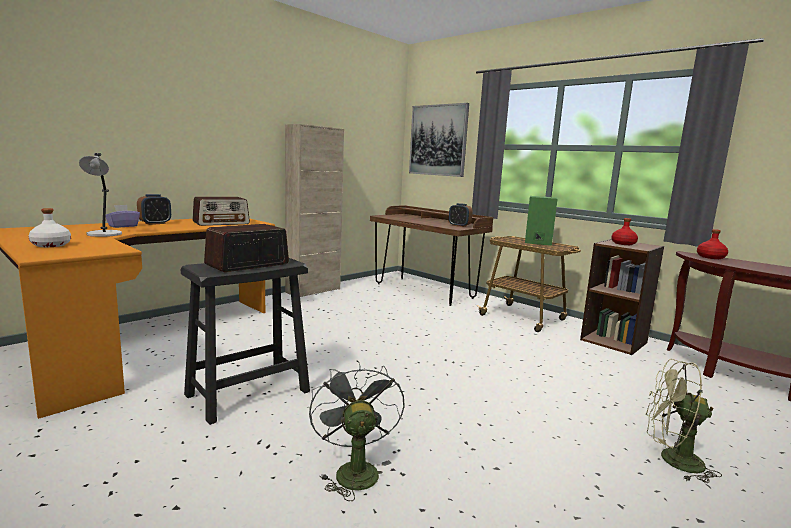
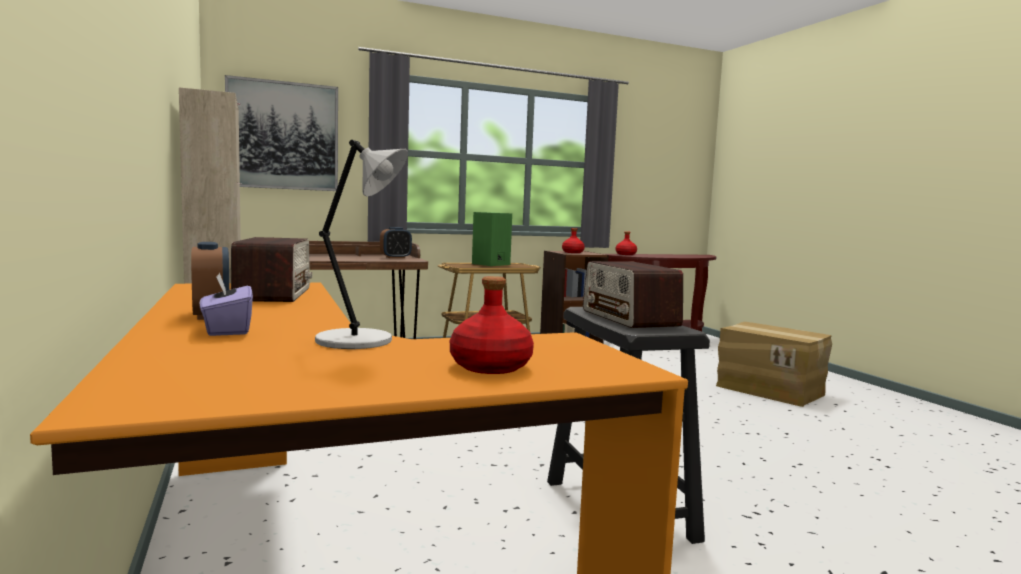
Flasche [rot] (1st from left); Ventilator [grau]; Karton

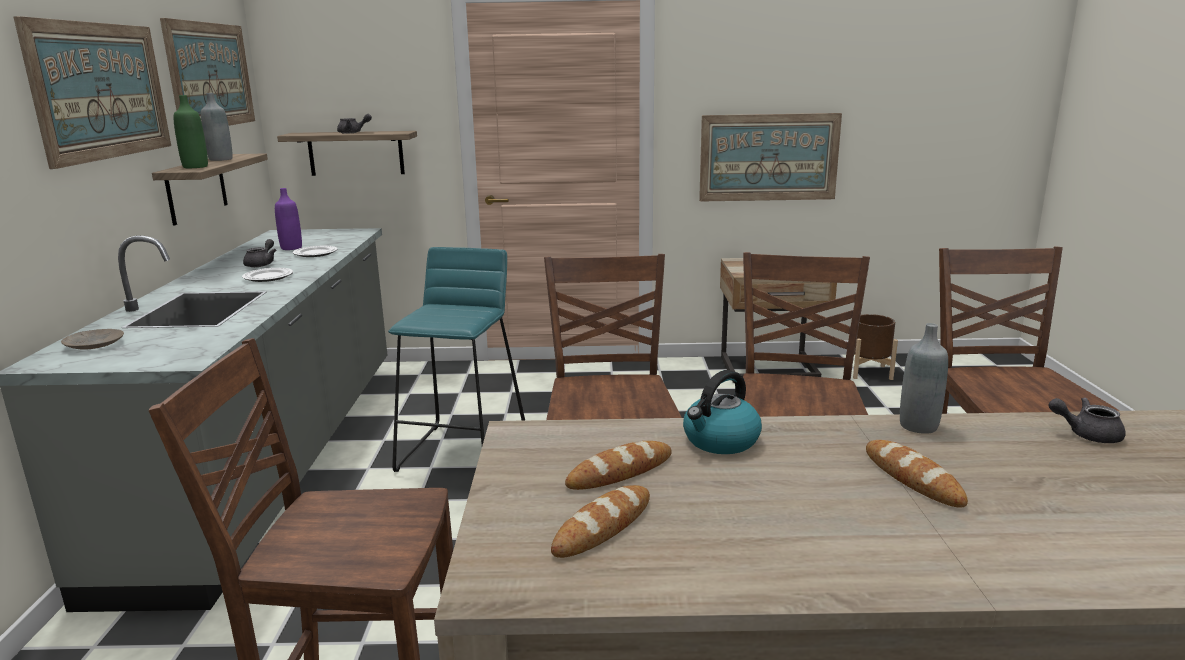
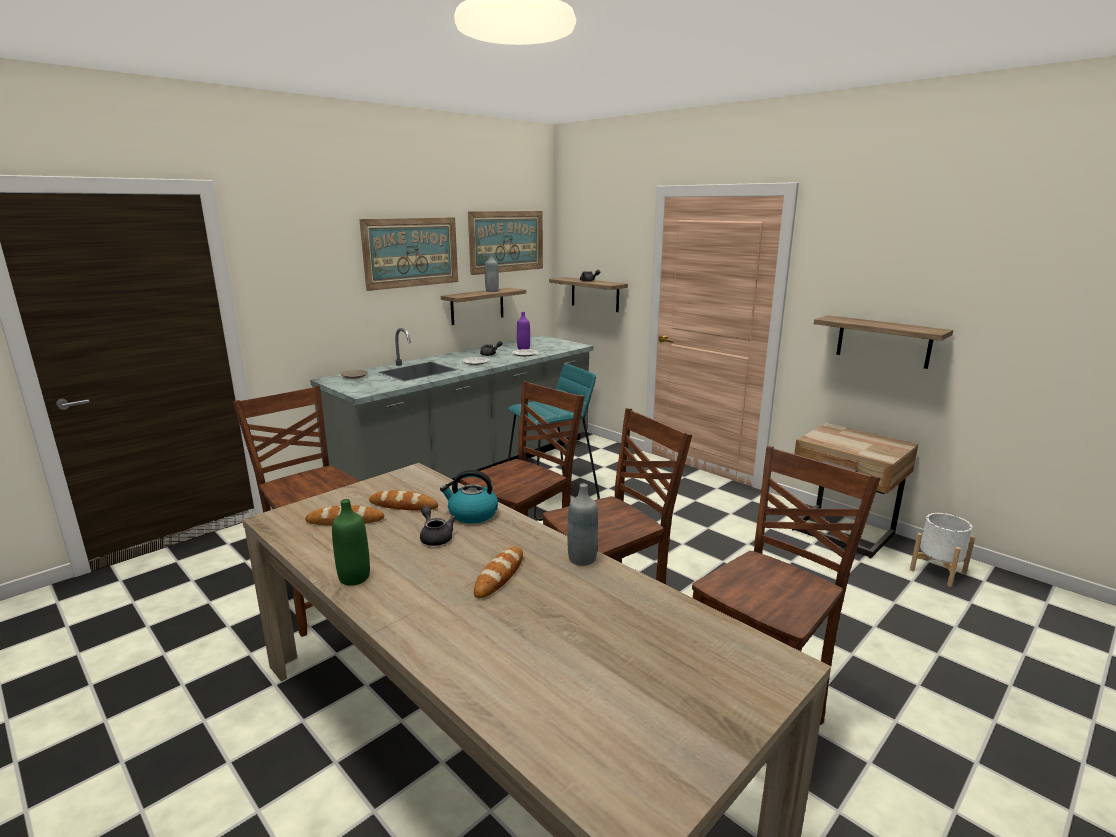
Flasche [grün]; Wandregal (3rd from left); Pflanzkübel [weiß]; Teekanne [grau] (1st from left)

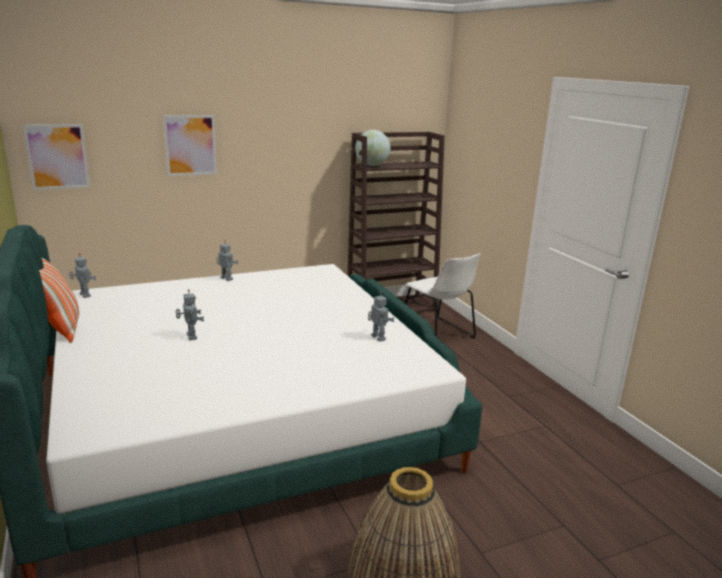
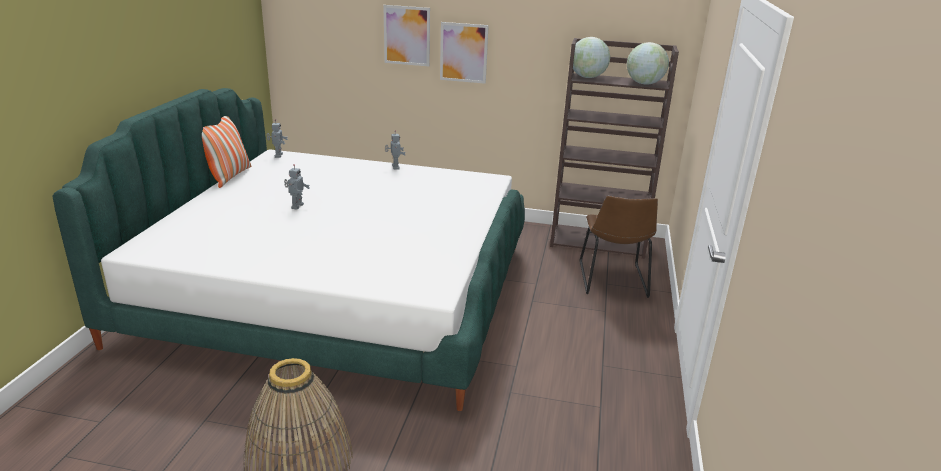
Bild (2nd from left); Spielzeugroboter (4th from left in the first image); Stuhl [braun]; Globus (2nd from left)

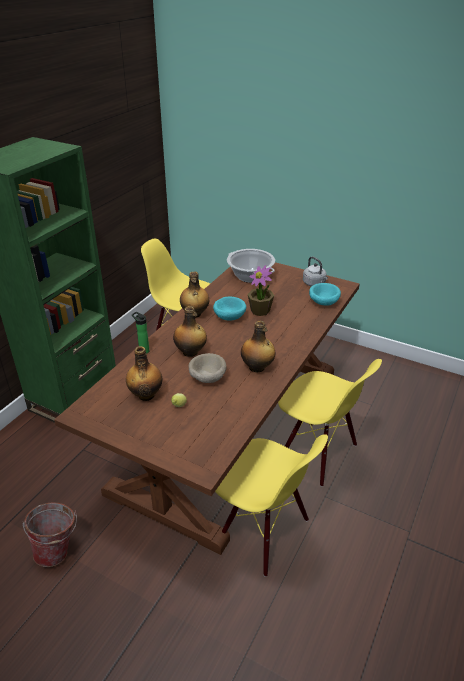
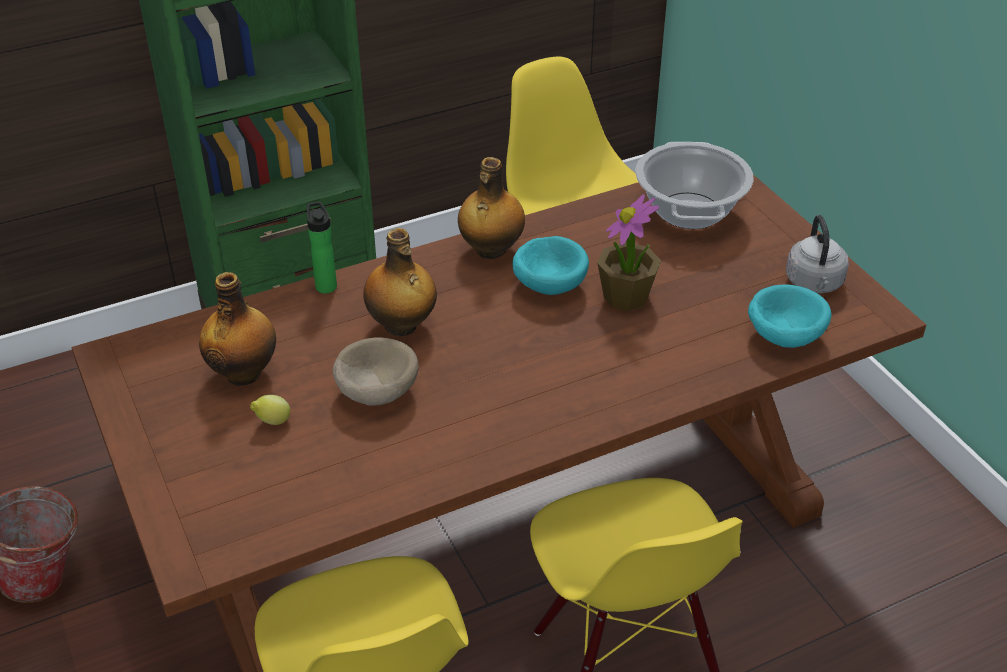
Flasche (5th from left in the first image)

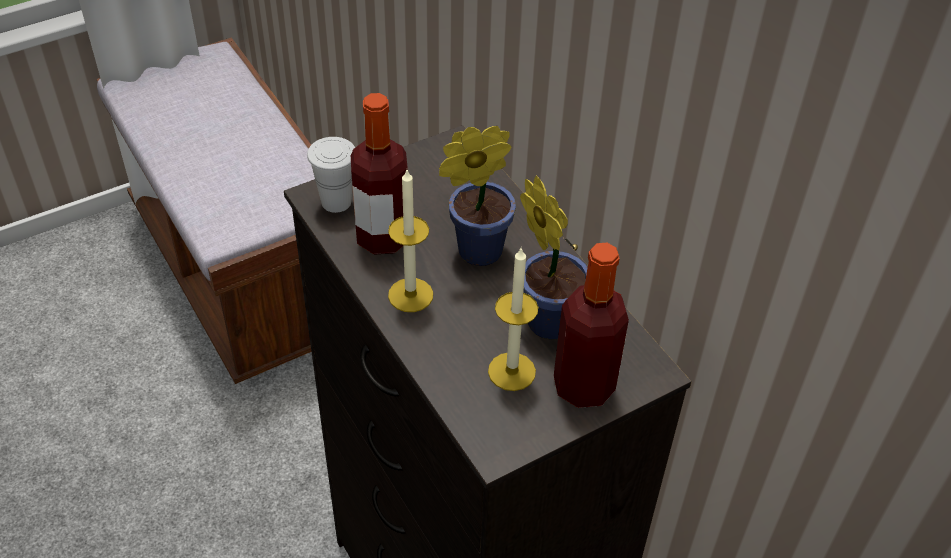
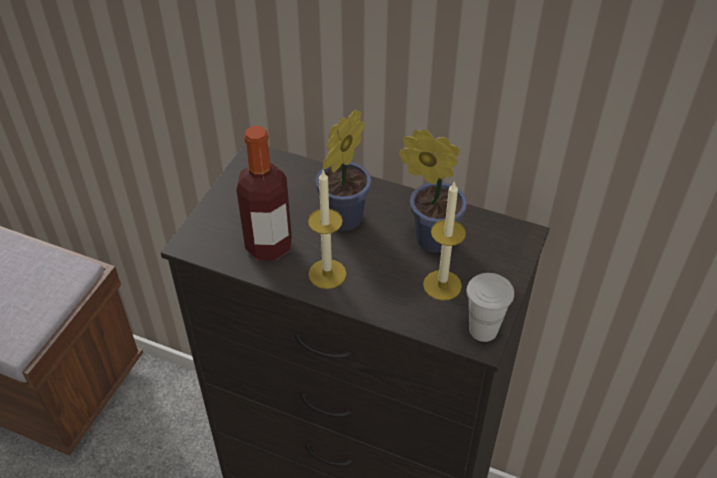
Tasse [weiß]; Flasche (2nd from left in the first image)

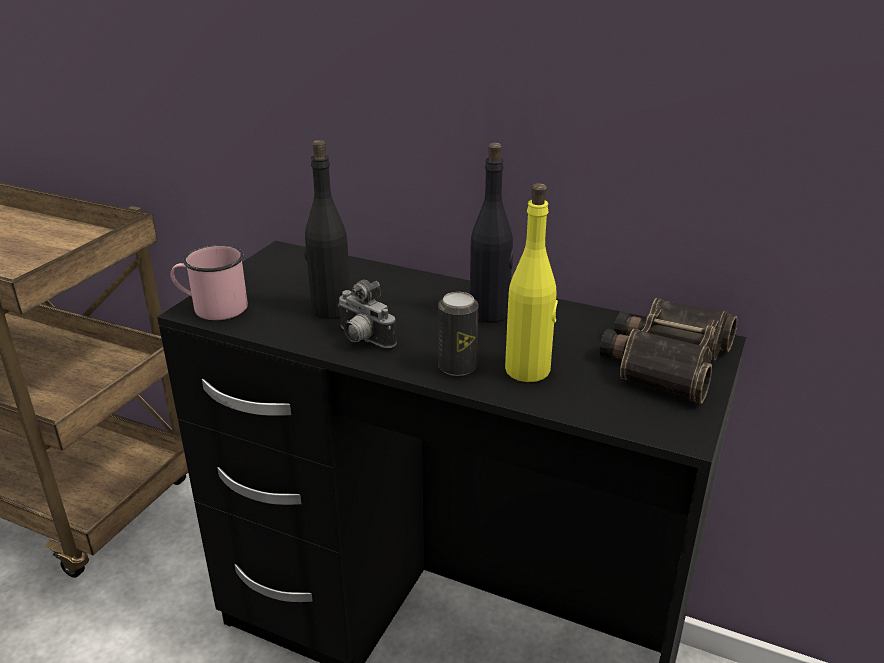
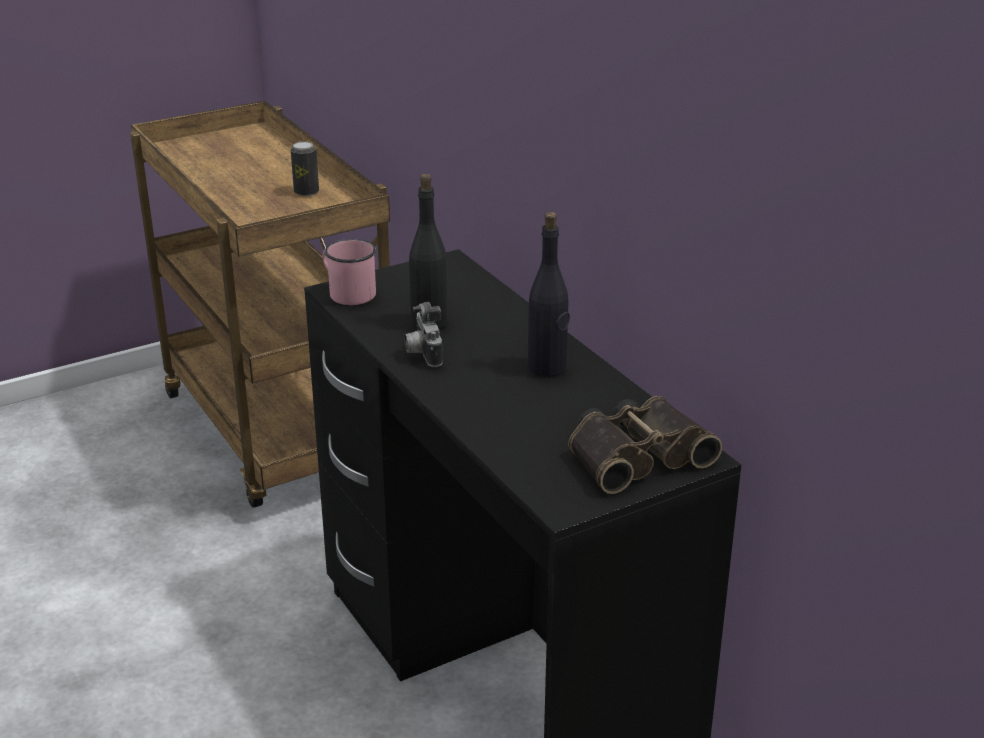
Dose; Flasche [gelb]

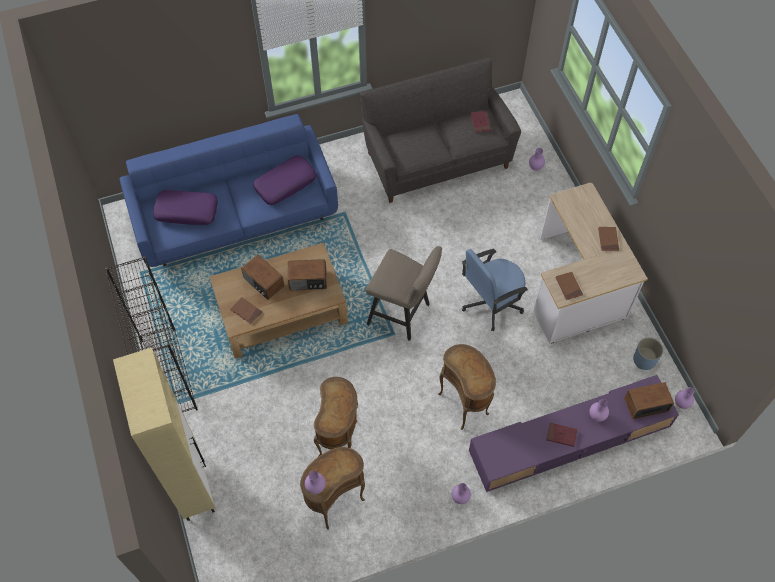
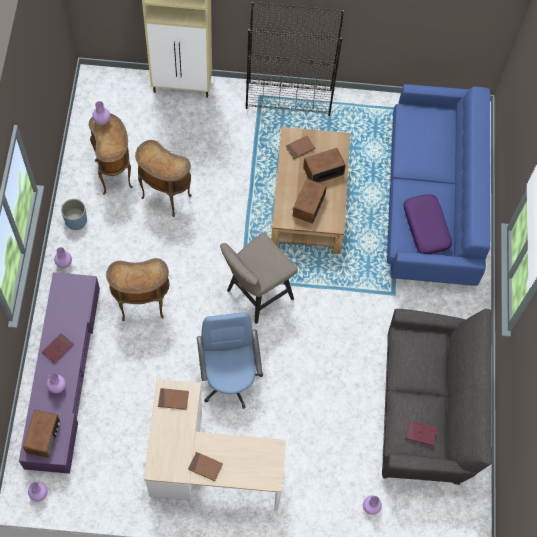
Kissen [lila] (1st from left in the first image); Pflanzkübel [blau]

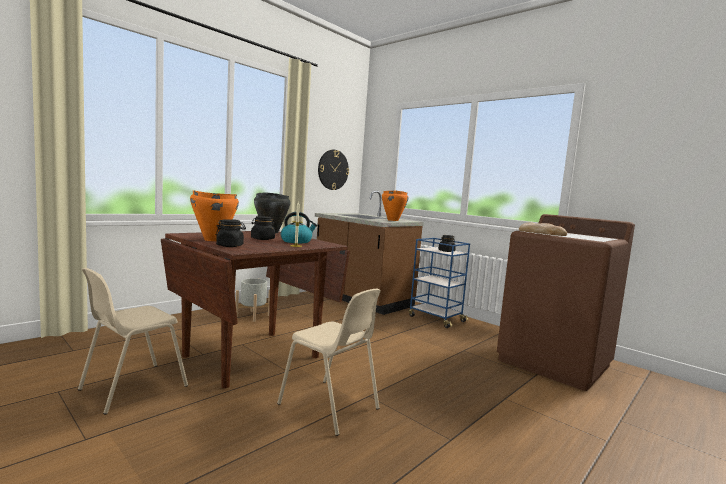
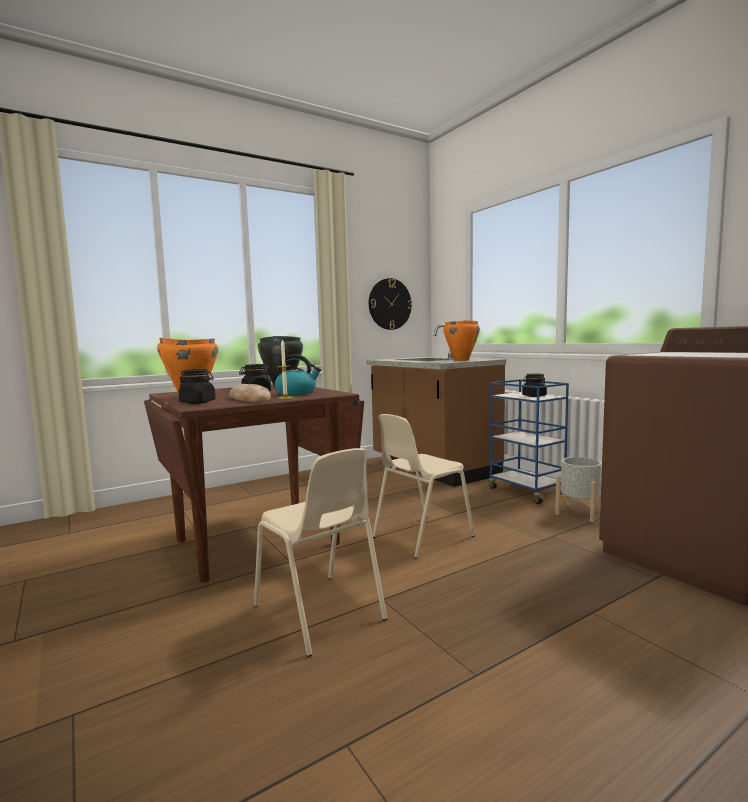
Stuhl [beige] (2nd from left); Pflanzkübel [grau]; Brot

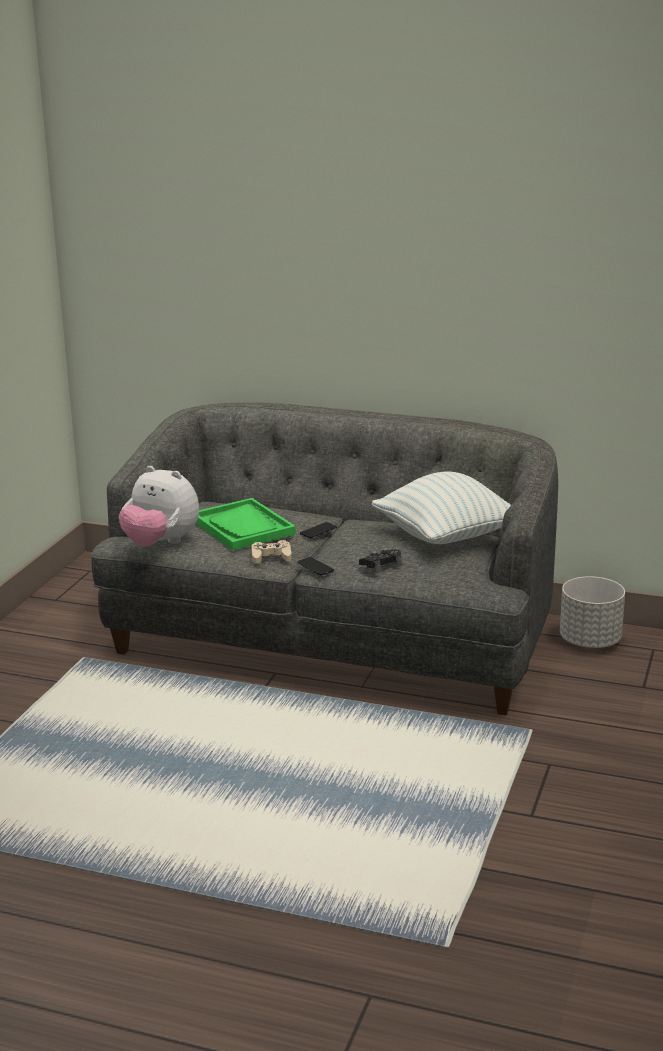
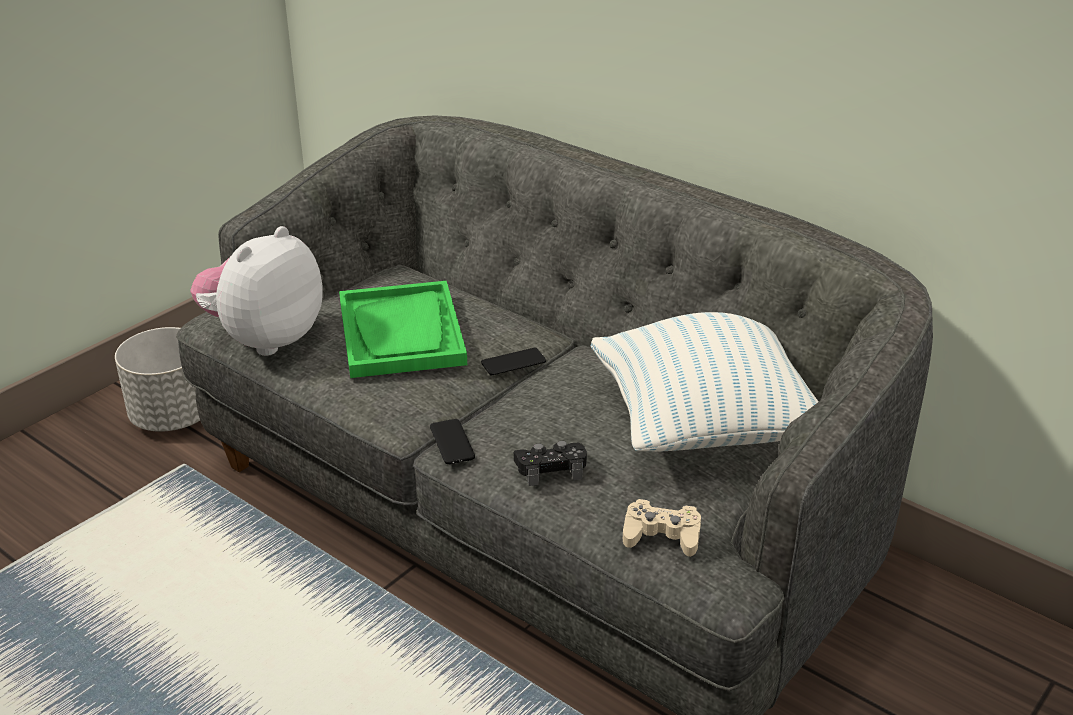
Plüschtier; Gamepad [beige]; Pflanzkübel [grau]

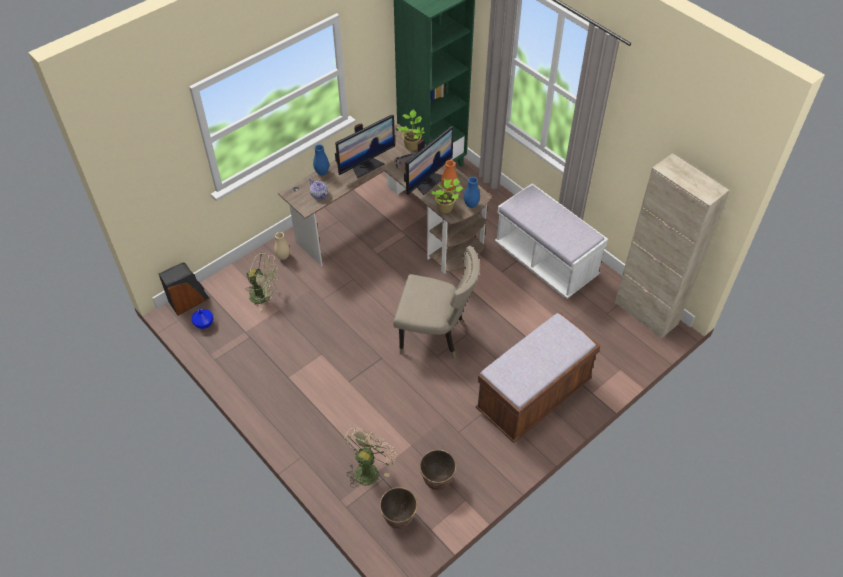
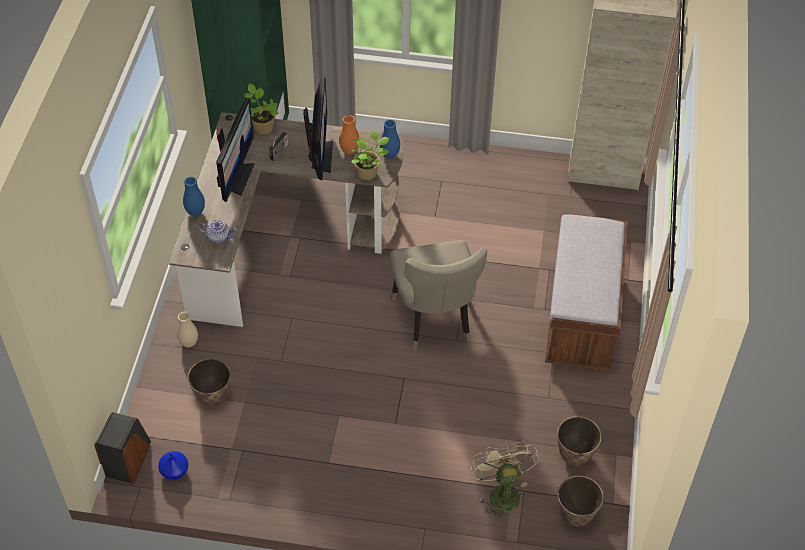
Pflanzkübel (1st from left); Stuhl [beige]; Bank [weiß]

